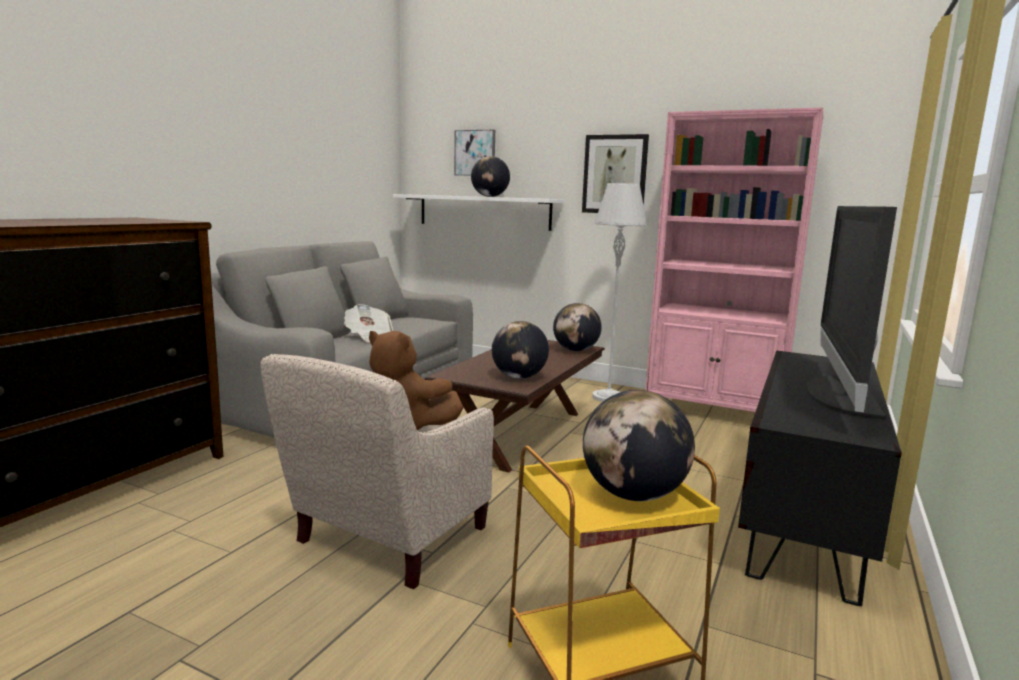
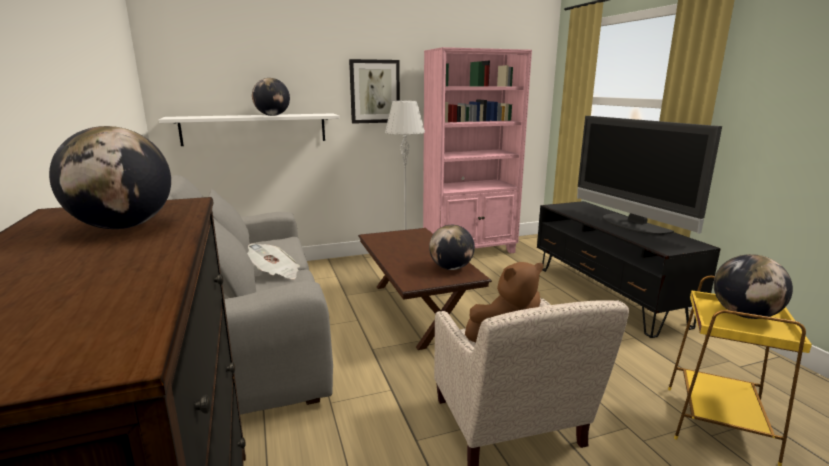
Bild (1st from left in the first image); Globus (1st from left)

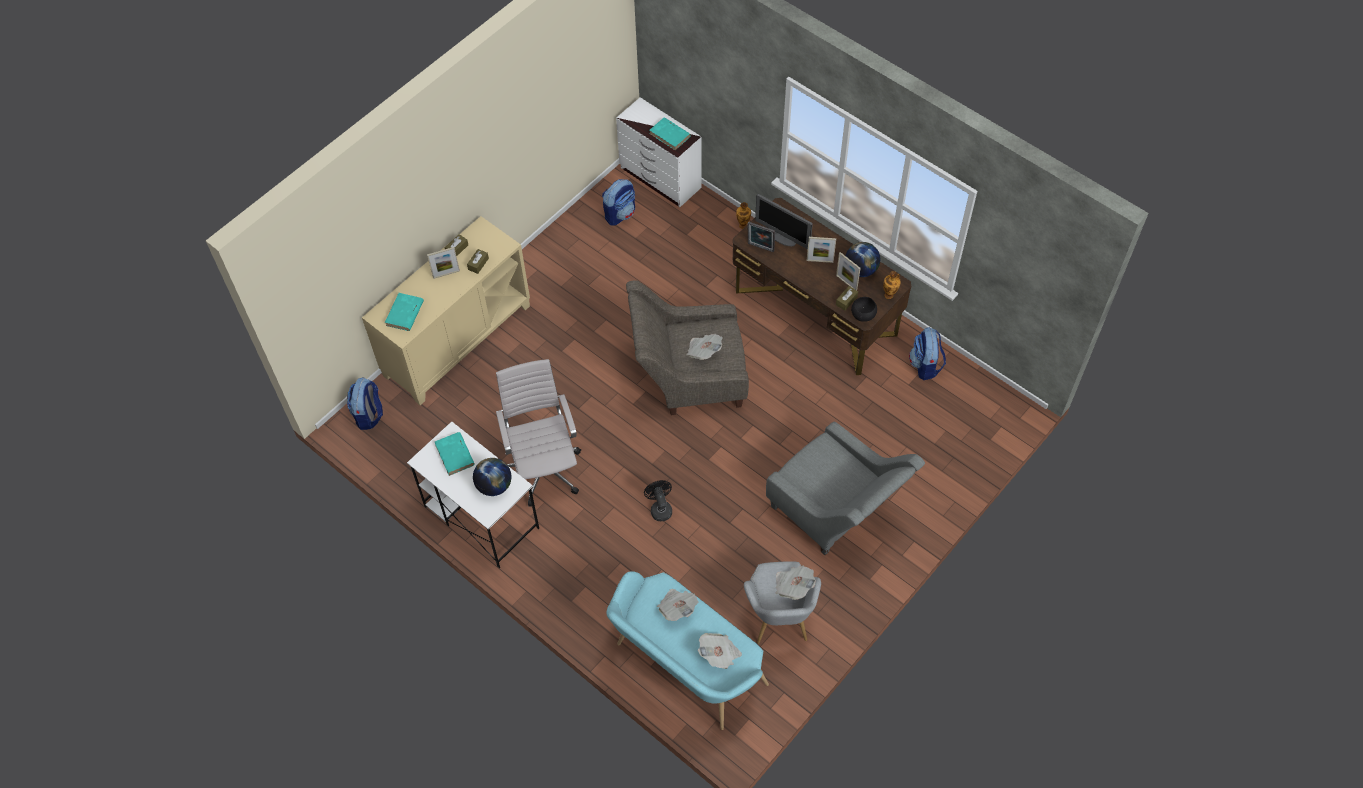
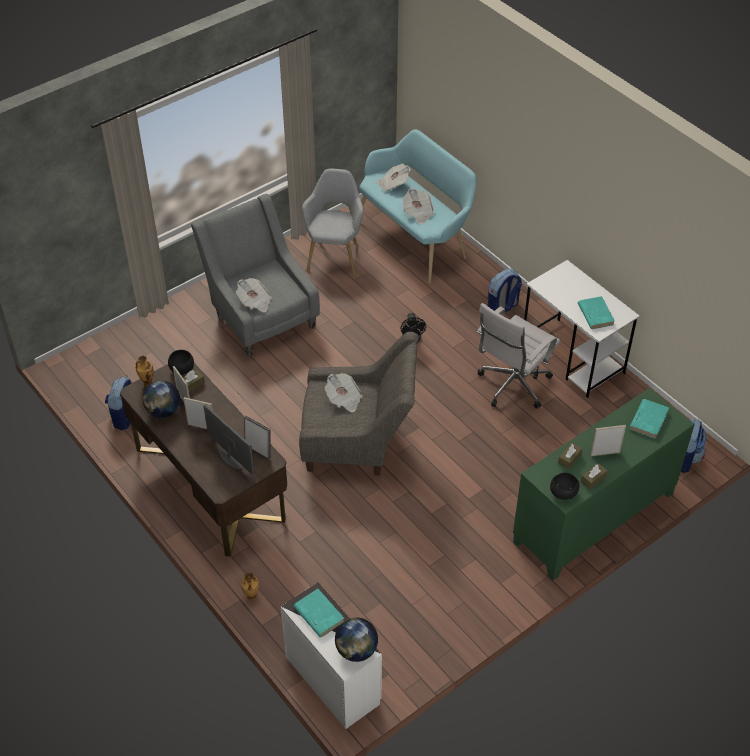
Schrank [grün]; Globus (2nd from left); Bürostuhl [weiß]; Rucksack (2nd from left); Zeitung (1st from left); Schüssel [schwarz] (2nd from left)

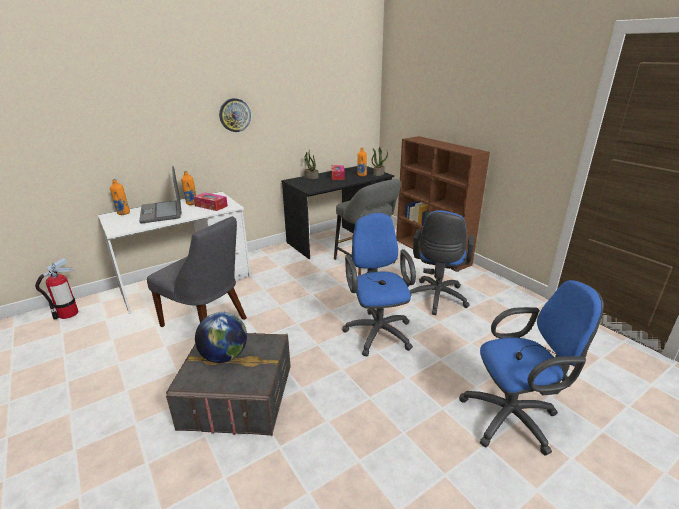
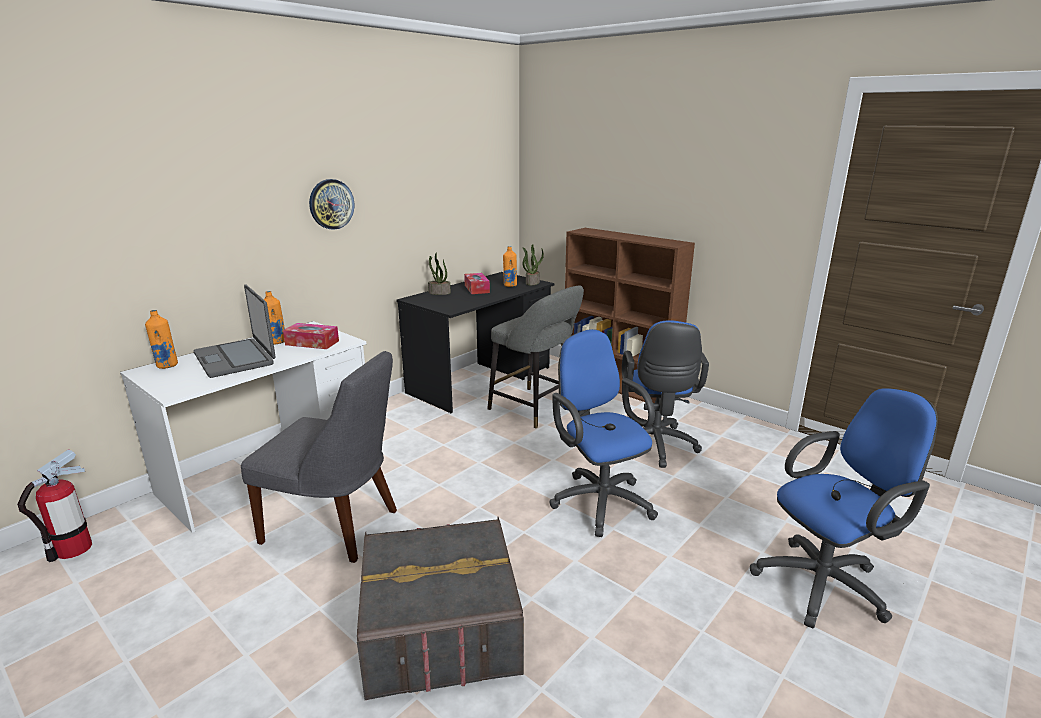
Globus

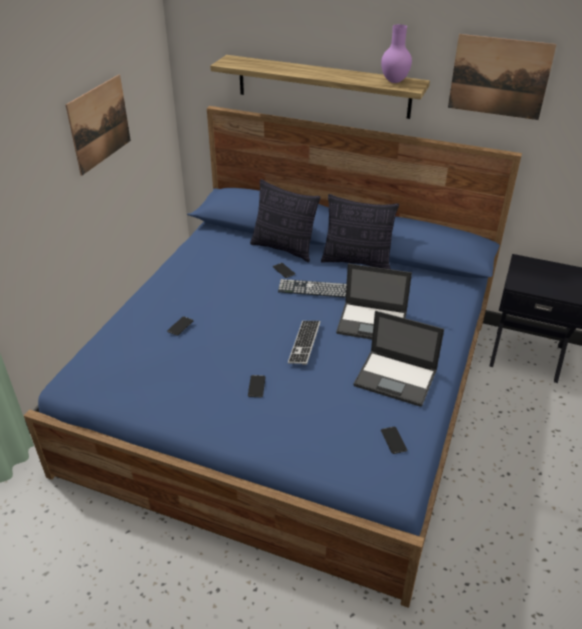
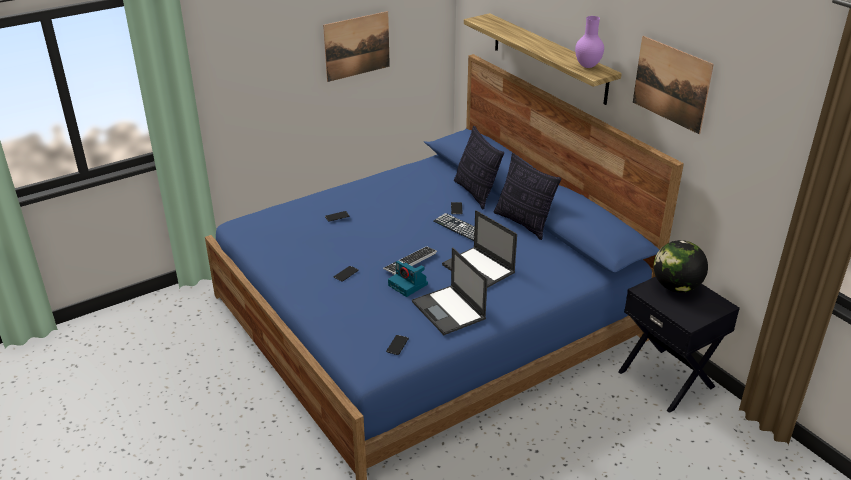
Kamera; Globus

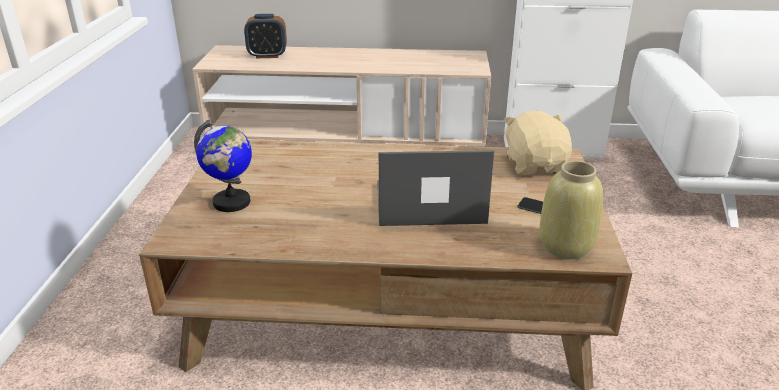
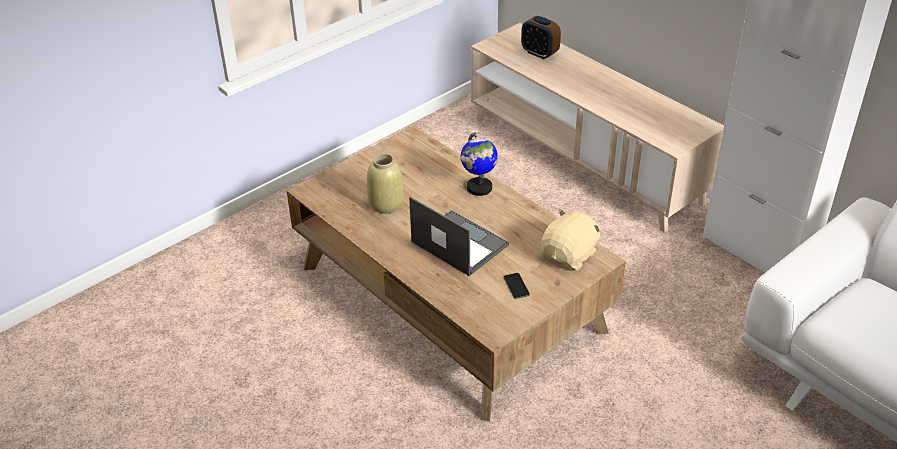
Globus; Vase [beige]

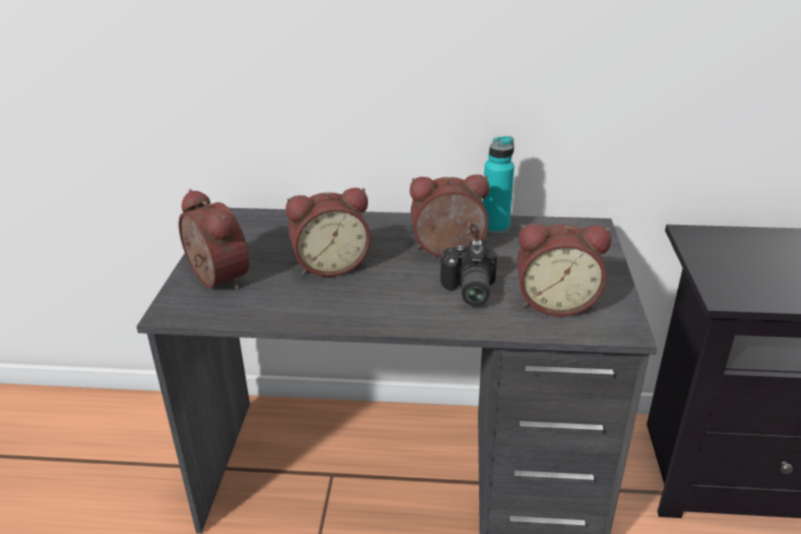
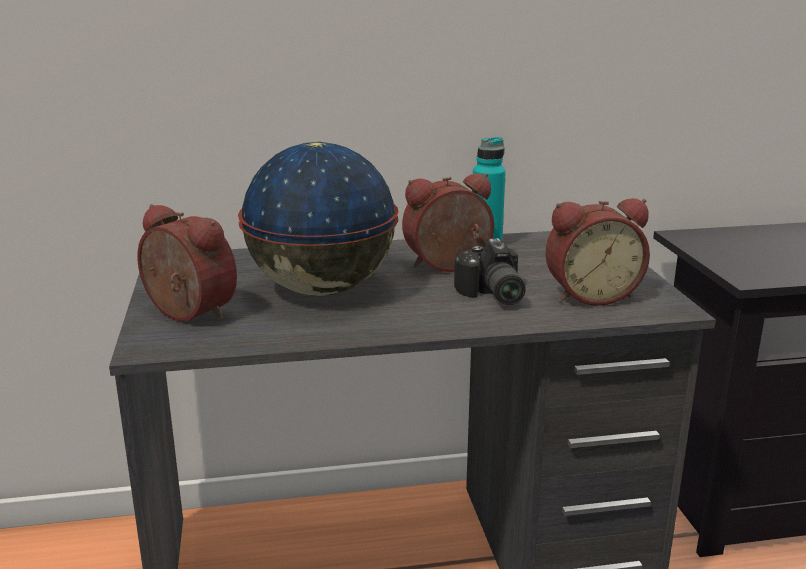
Globus

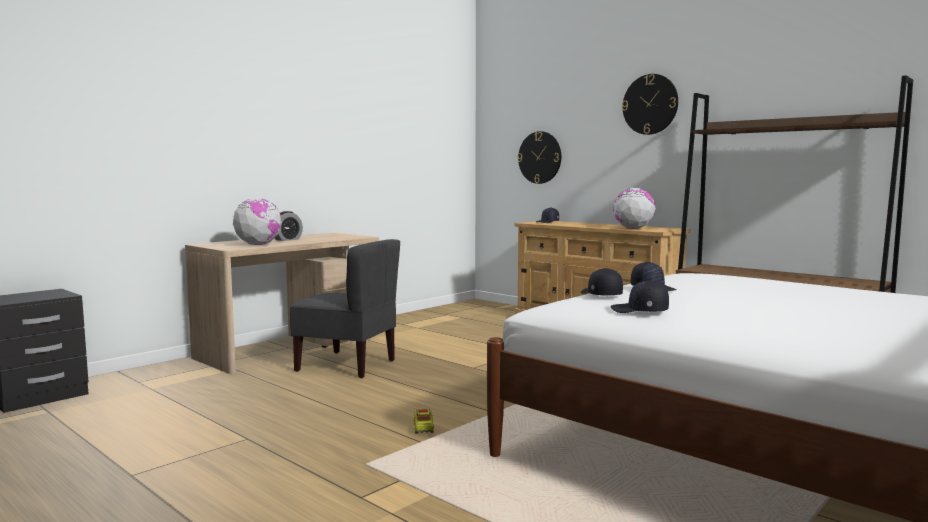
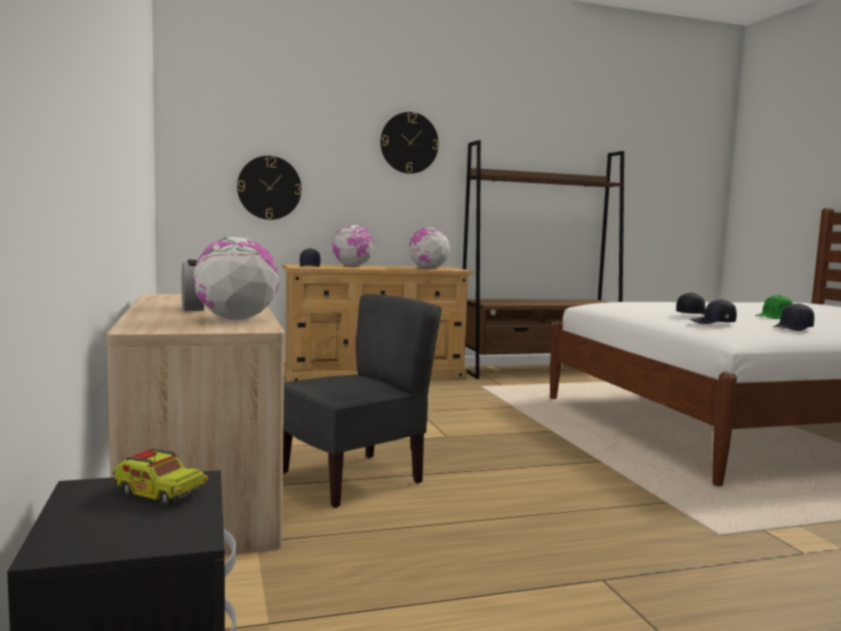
Spielzeuglaster; Globus (2nd from left); Kappe [grün]

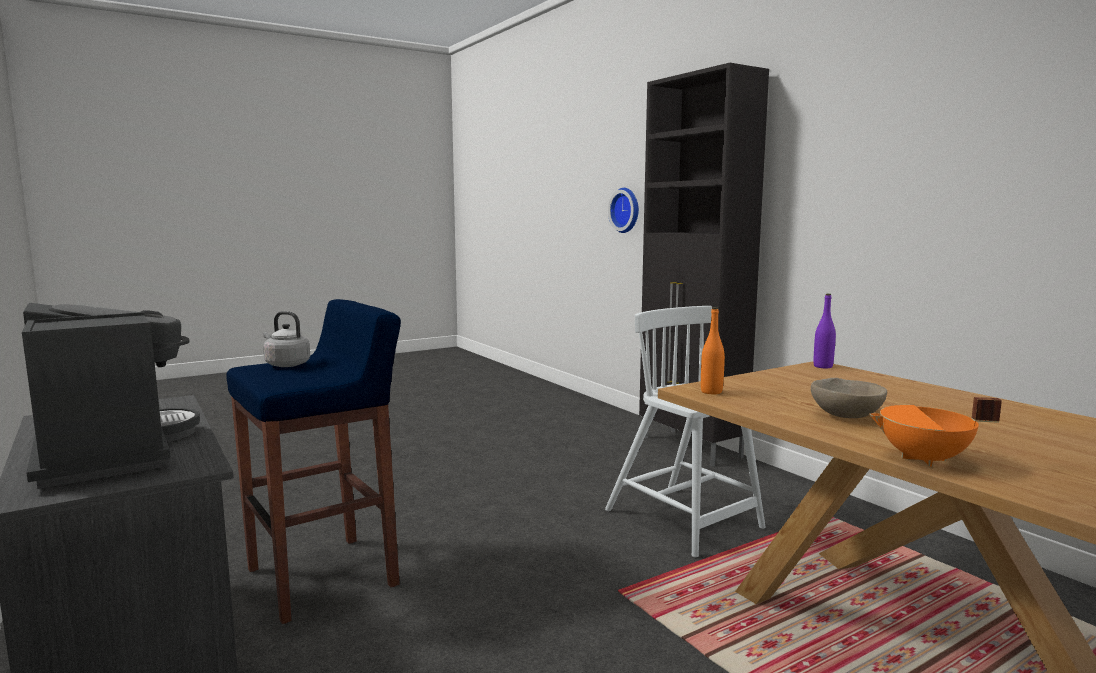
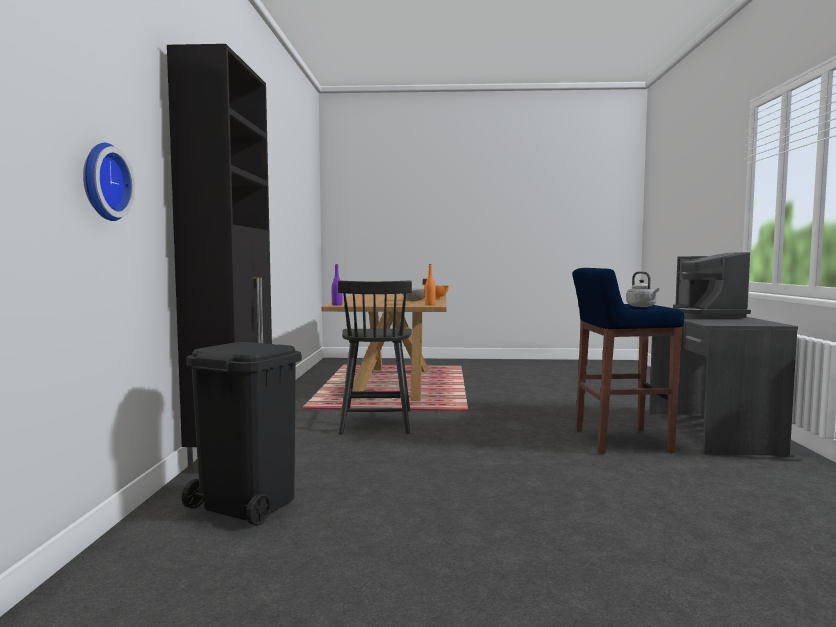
Stuhl [schwarz]; Mülleimer [schwarz]

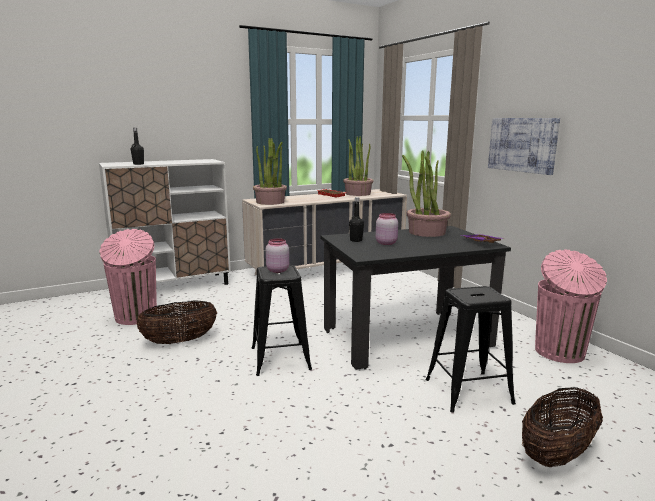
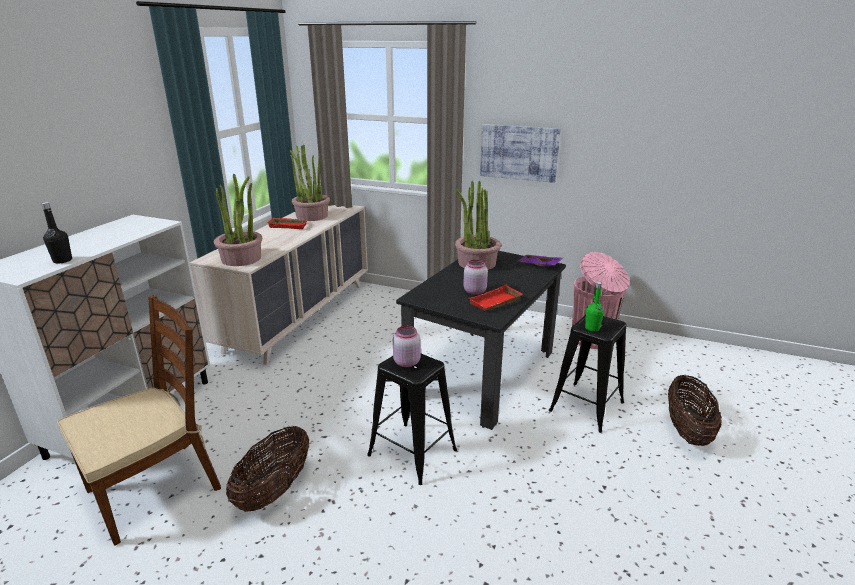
Stuhl [braun]; Flasche [schwarz] (2nd from left in the first image); Tablett [rot] (2nd from left); Flasche [grün]

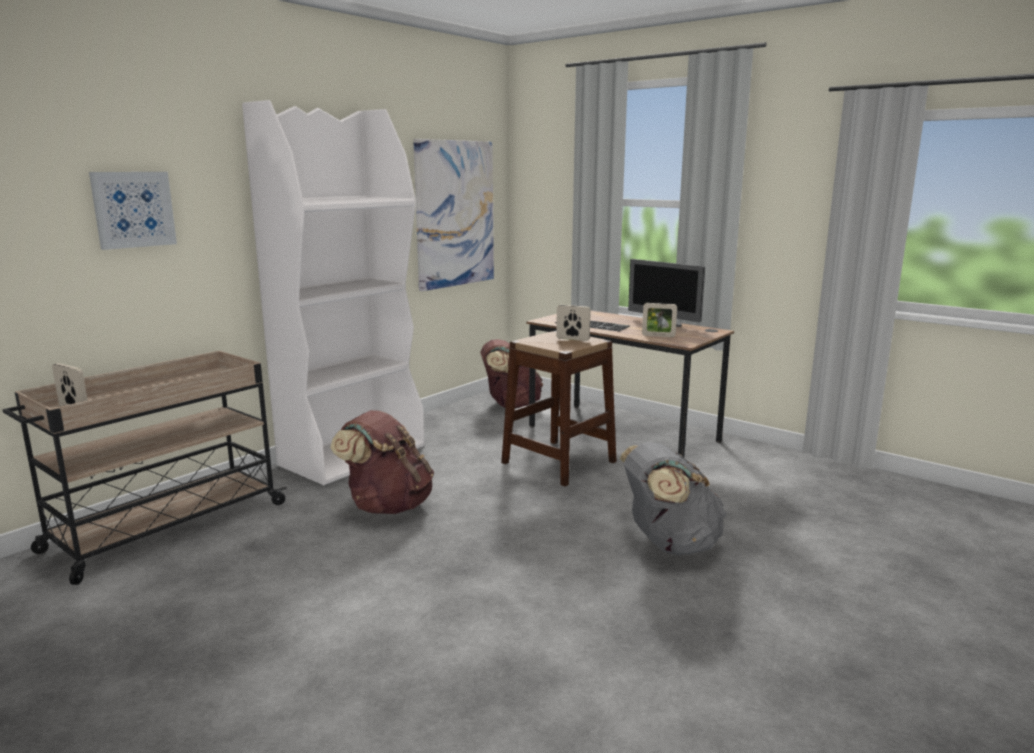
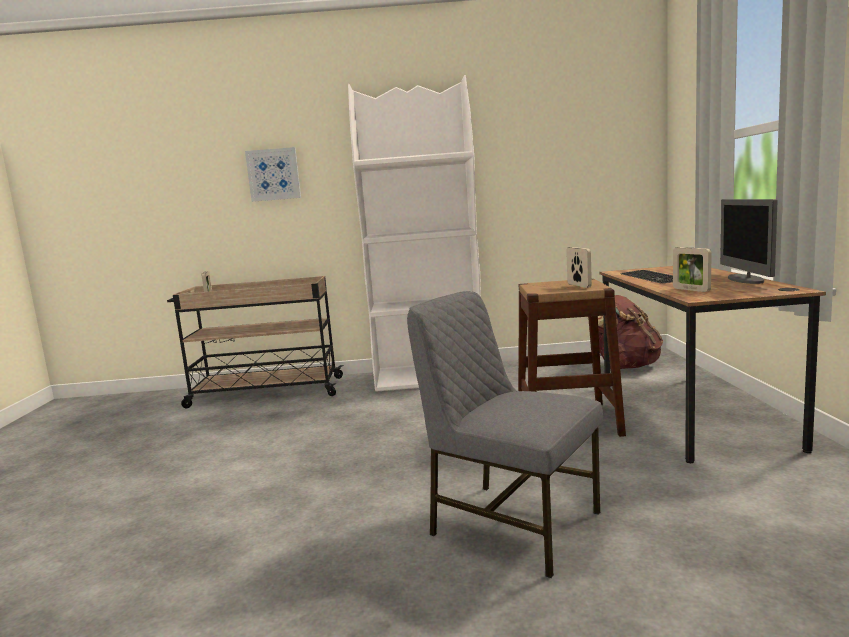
Rucksack [braun] (1st from left in the first image); Bild (2nd from left in the first image); Stuhl [grau]

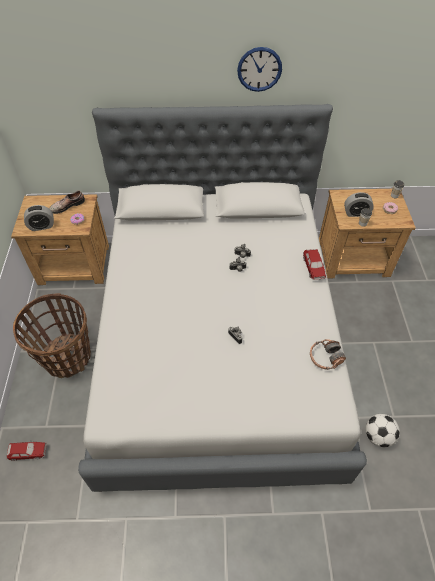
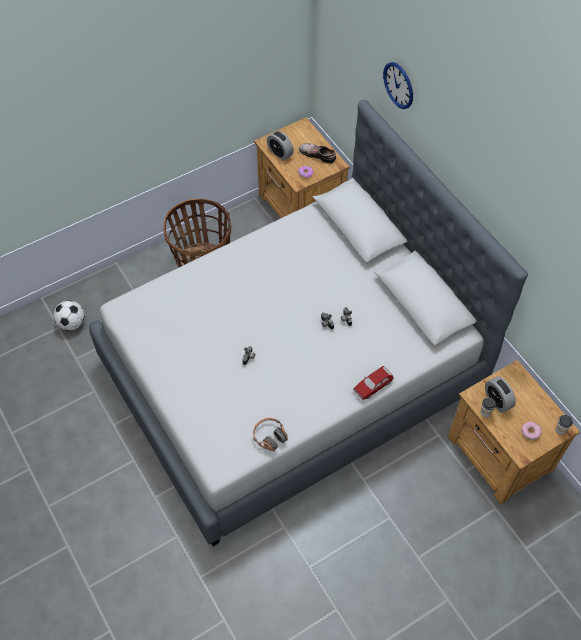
Spielzeugauto (1st from left in the first image); Wanduhr; Fußball

